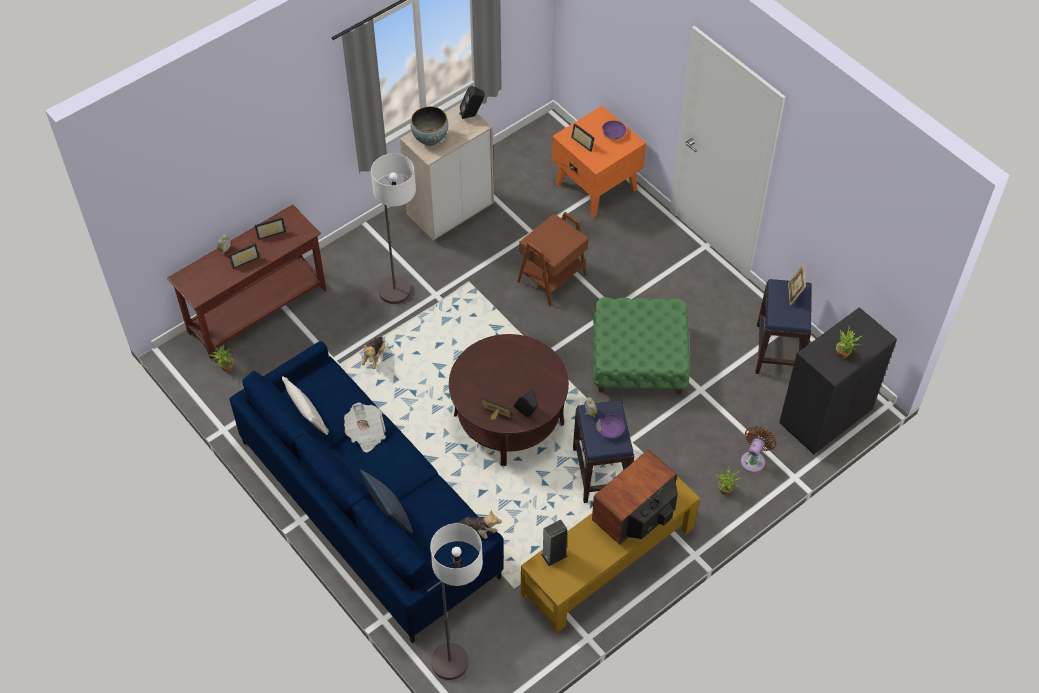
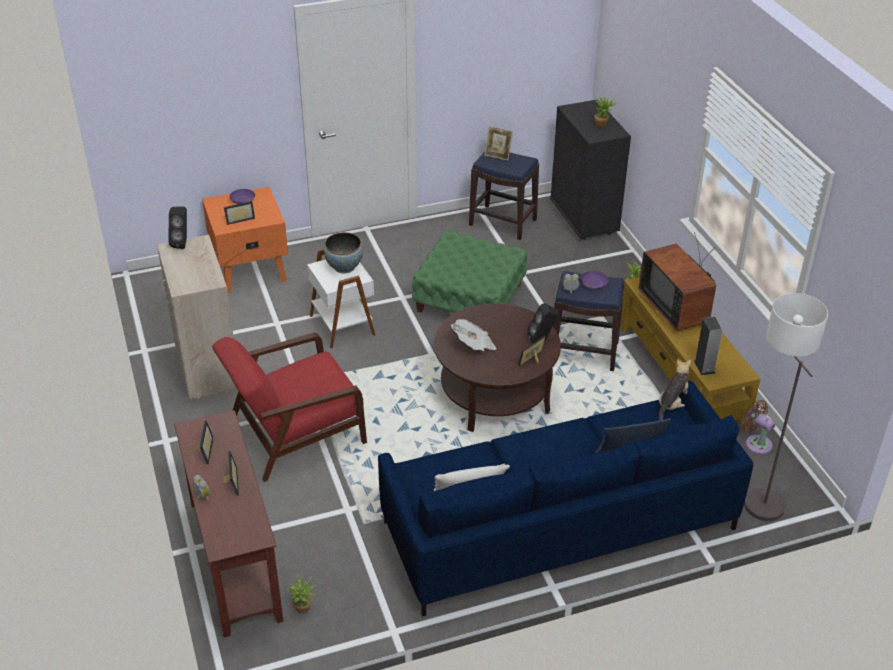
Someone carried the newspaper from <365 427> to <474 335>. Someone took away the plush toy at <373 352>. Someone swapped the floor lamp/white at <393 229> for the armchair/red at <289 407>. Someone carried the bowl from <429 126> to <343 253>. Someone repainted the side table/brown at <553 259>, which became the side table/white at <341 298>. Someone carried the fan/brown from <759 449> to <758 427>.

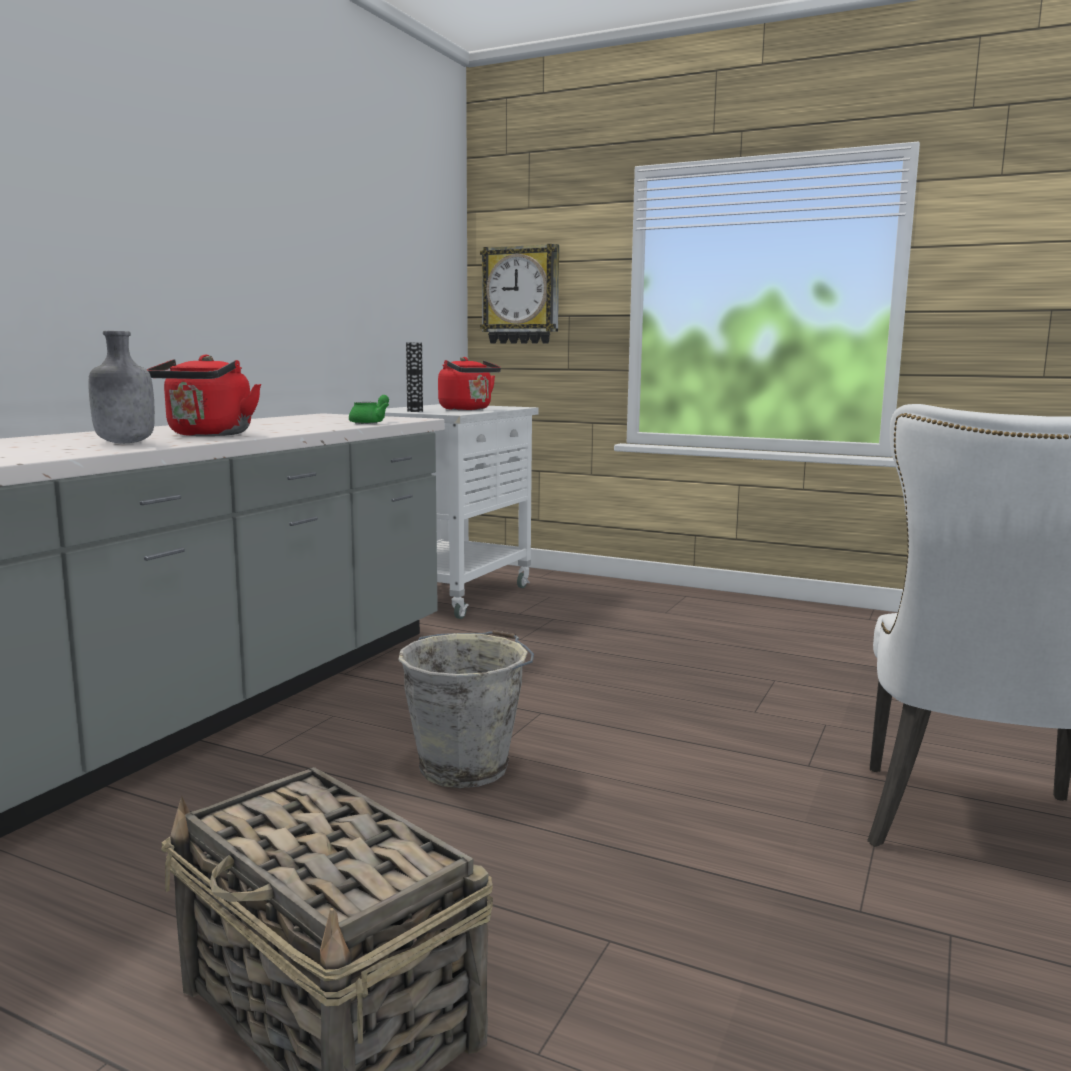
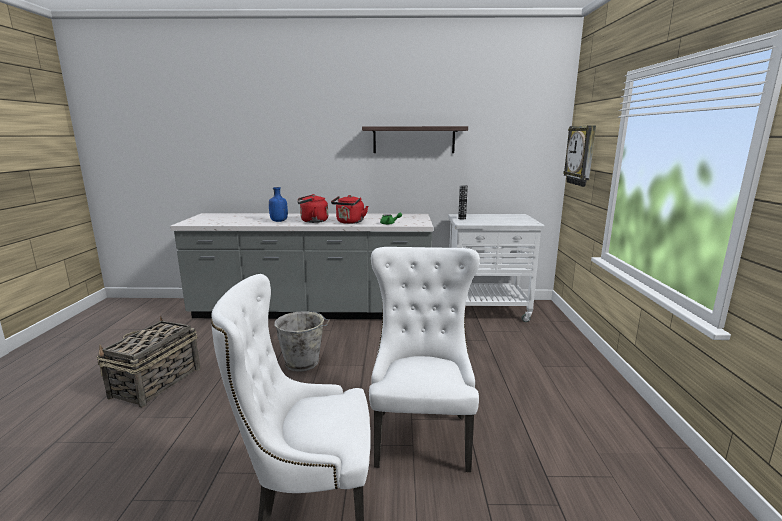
Someone repainted the bottle/grey at <121 387>, which became the bottle/blue at <278 204>. Someone carried the kettle/red from <469 383> to <349 209>. Someone put up the shelf at <415 139>. Someone put down the chair/white at <424 359>.

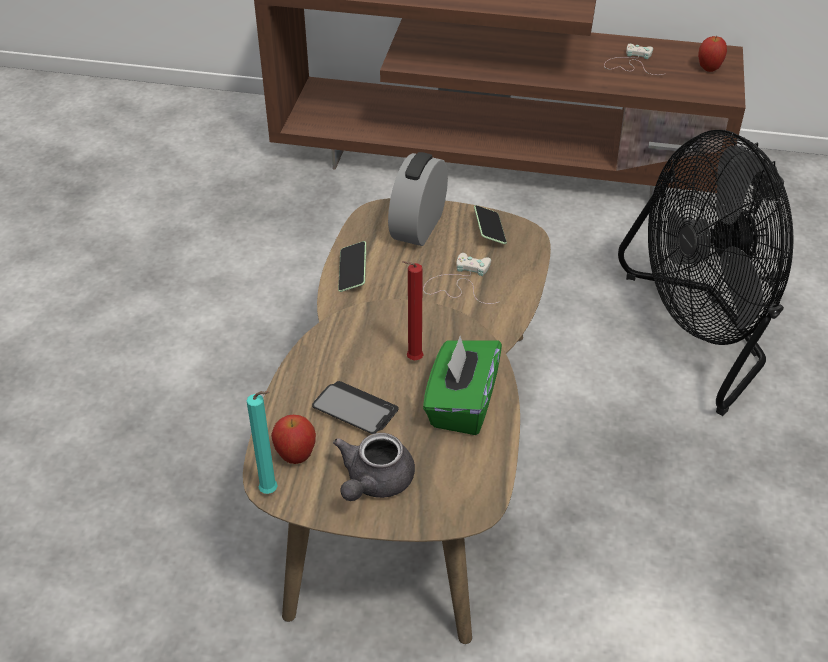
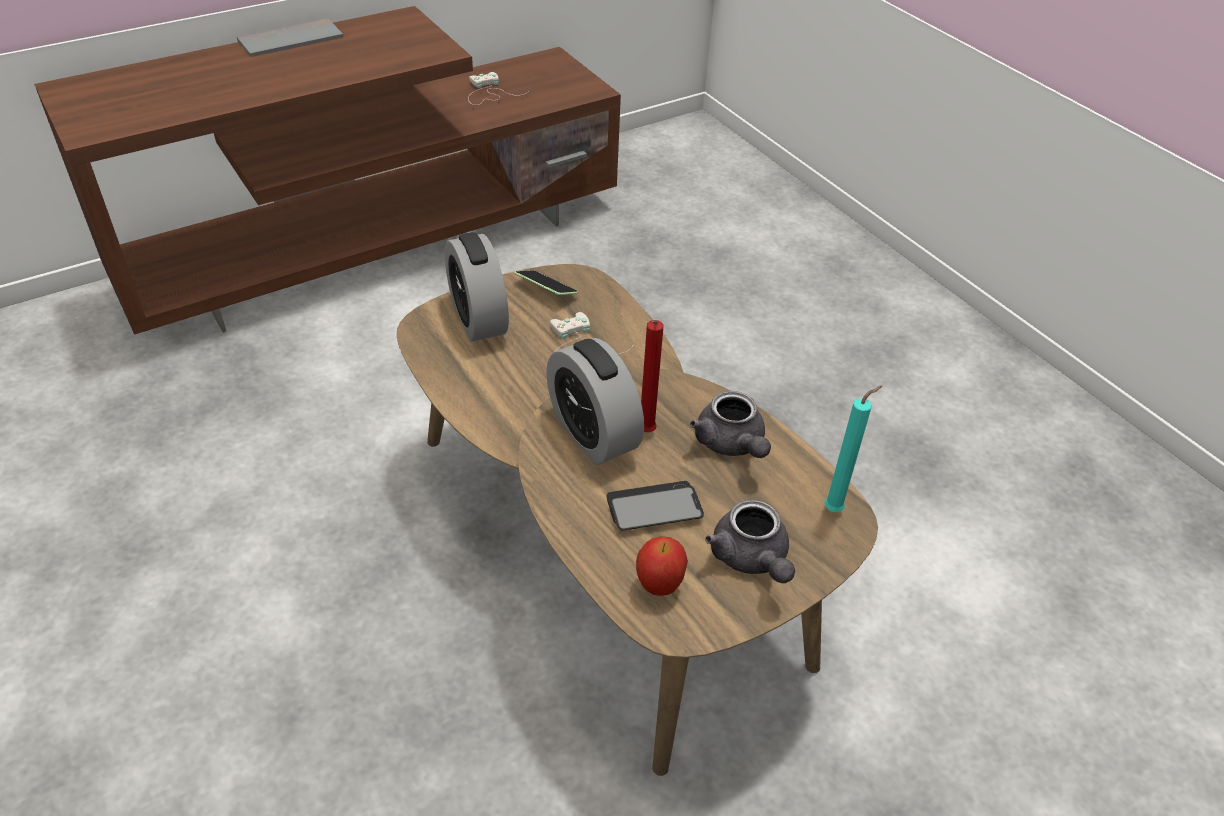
Someone carried the candle/turquoise from <262 442> to <853 449>. Someone took away the phone at <352 266>. Someone swapped the tissue box/green at <462 385> for the teapot/grey at <730 424>. Someone took away the fan/black at <705 273>. Someone took away the apple at <712 53>. Someone put down the alarm clock at <595 401>.

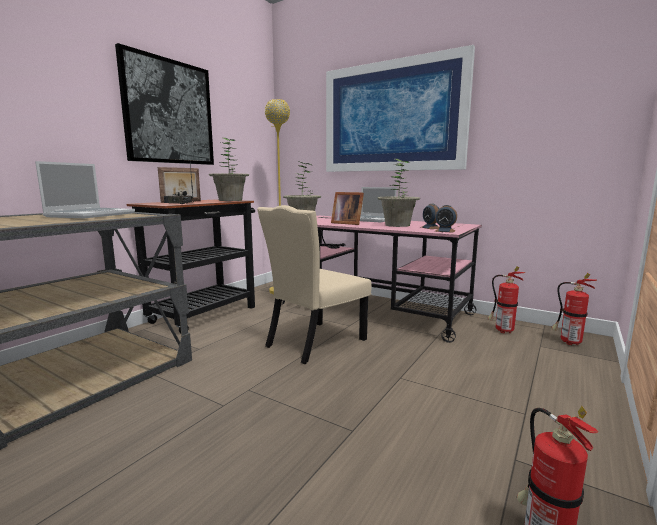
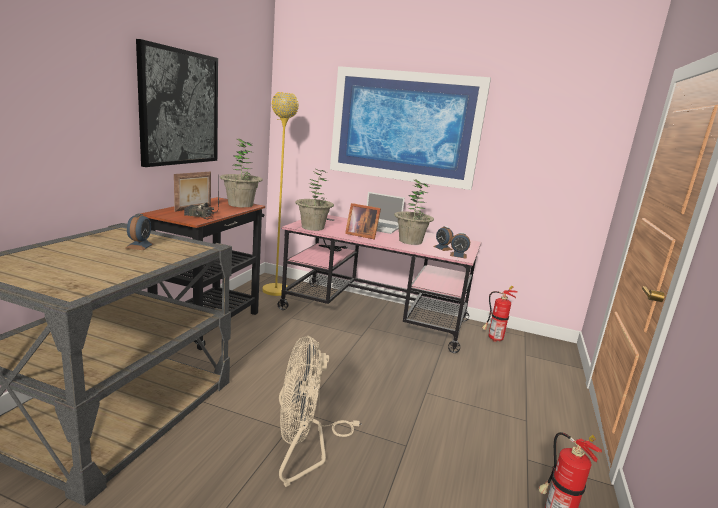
Someone swapped the laptop at <85 189> for the alarm clock at <140 232>. Someone took away the chair/beige at <314 284>. Someone took away the fire extinguisher at <574 309>. Someone put down the fan/beige at <320 411>.

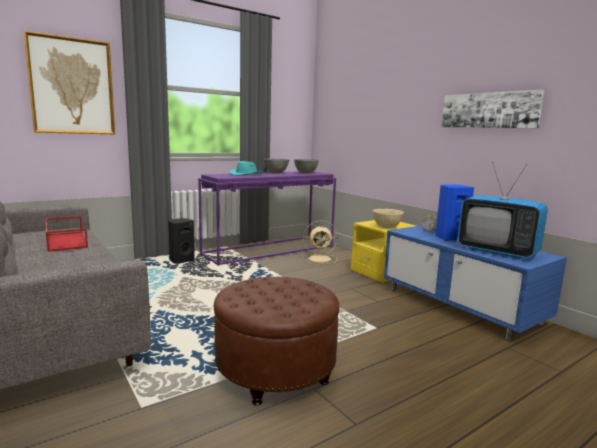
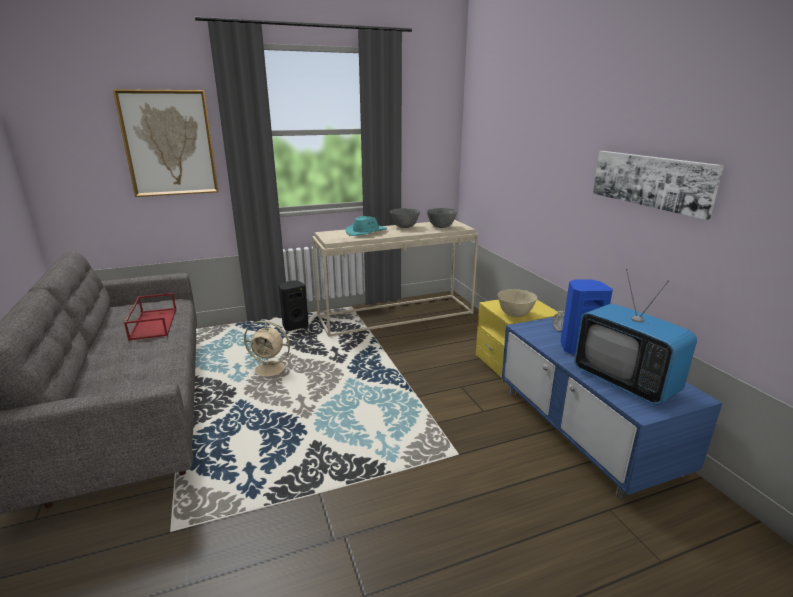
Someone repainted the console table/purple at <267 218>, which became the console table/beige at <395 278>. Someone took away the ottoman/brown at <276 341>. Someone carried the fan/beige from <319 242> to <267 349>.

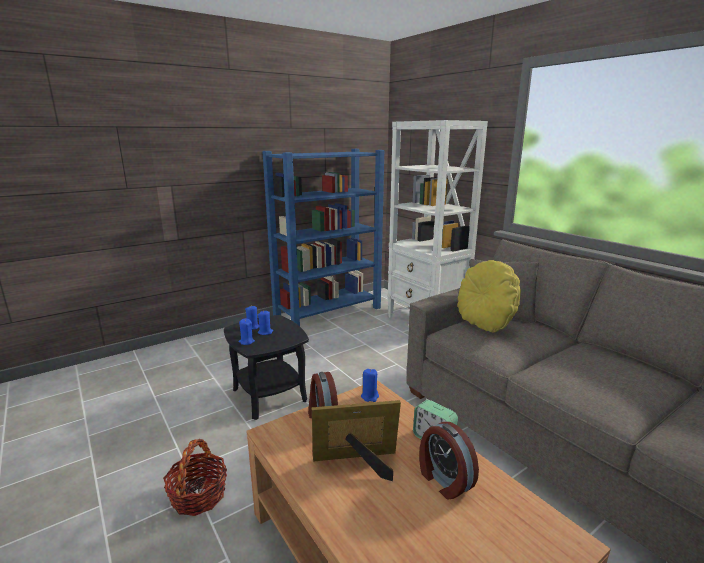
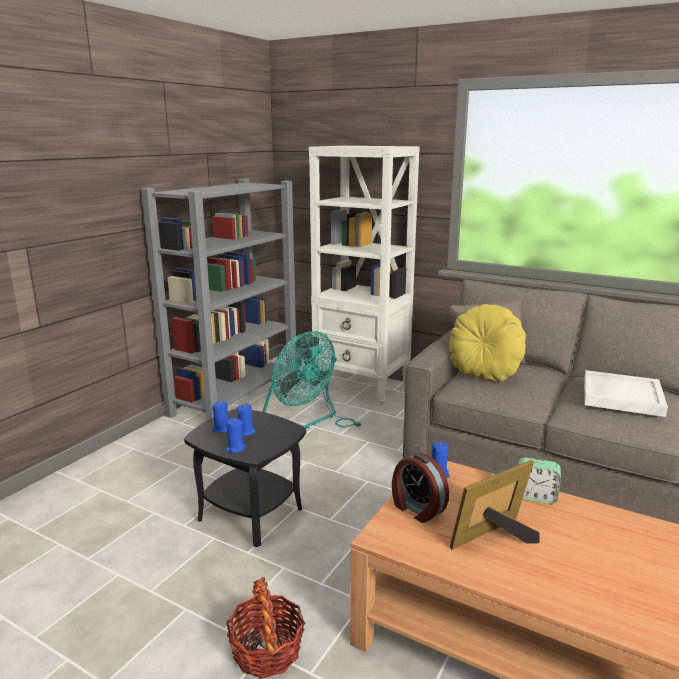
Someone repainted the bookcase/blue at <323 237>, which became the bookcase/grey at <219 299>. Someone took away the alarm clock at <449 461>. Someone put down the fan/turquoise at <311 380>. Someone put down the tray/white at <626 393>.

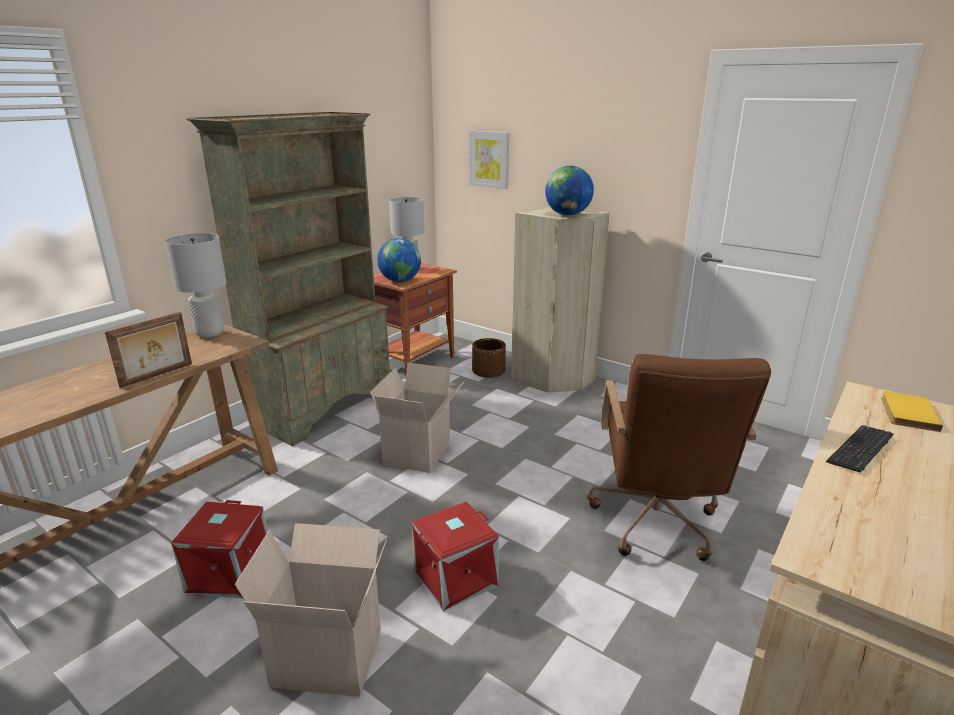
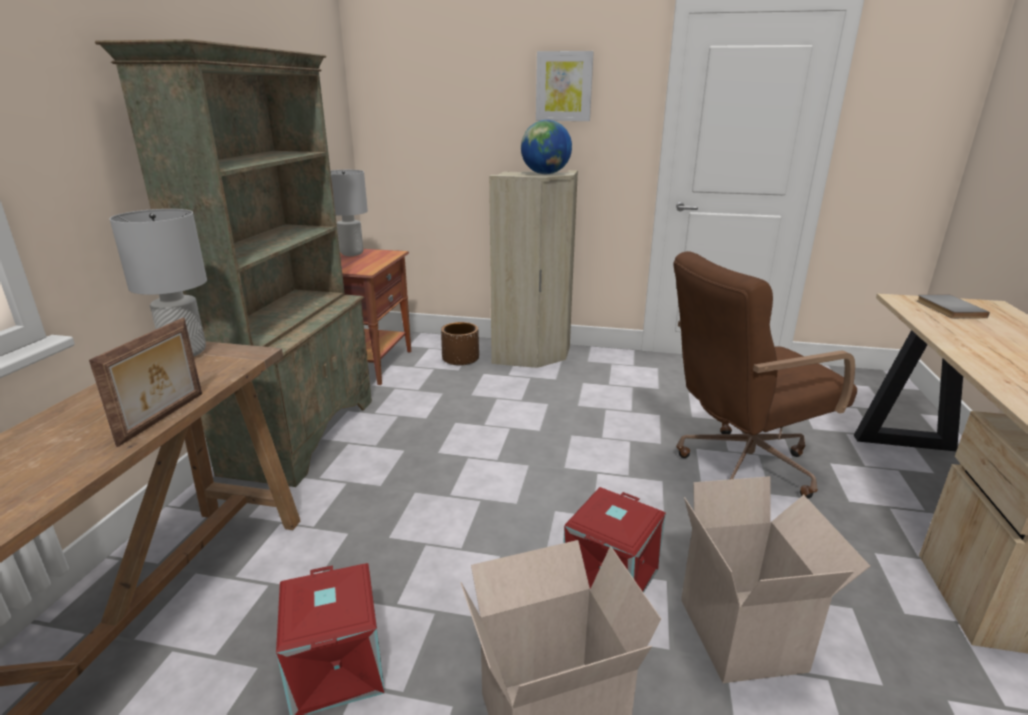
Someone carried the cardboard box from <417 417> to <776 579>. Someone took away the globe at <399 260>. Someone carried the picture from <489 159> to <565 86>. Someone rotated the office chair/brown at <679 457> by 90 degrees clockwise. Someone took away the keyboard at <860 448>. Someone repainted the book/yellow at <912 411>, which became the book/grey at <953 307>.

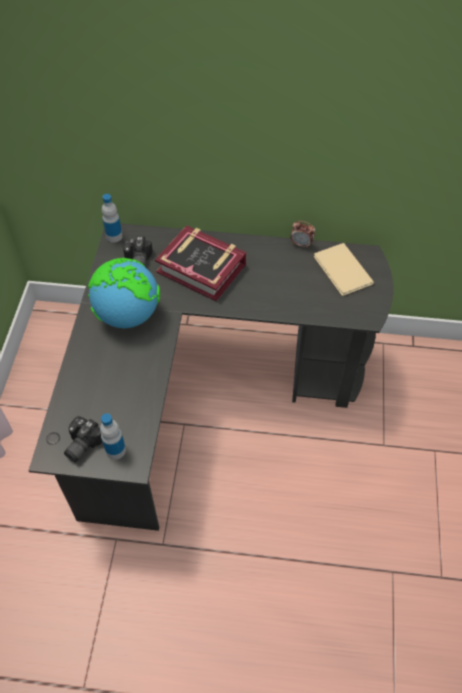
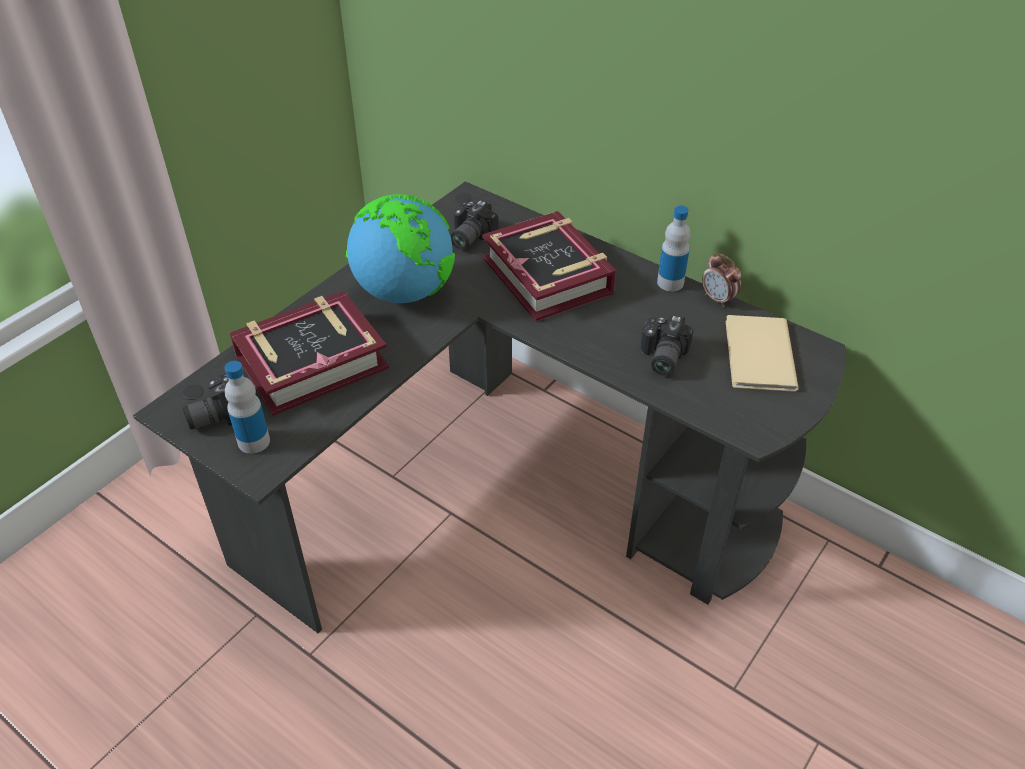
Someone carried the bottle from <112 218> to <673 248>. Someone put down the book at <309 353>. Someone put down the photo camera at <667 345>.

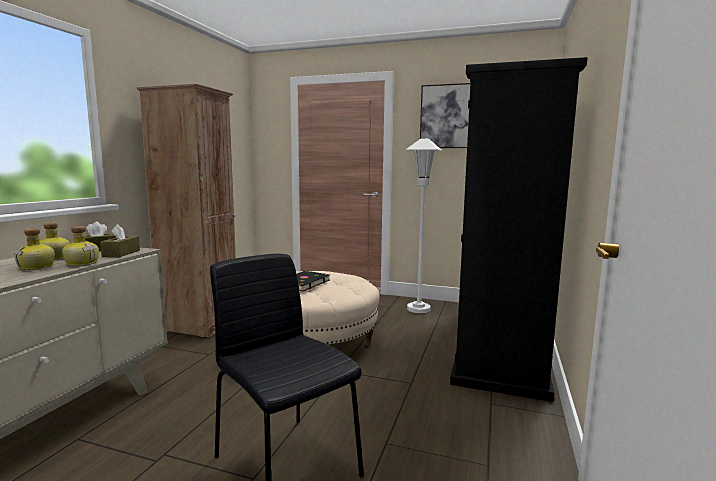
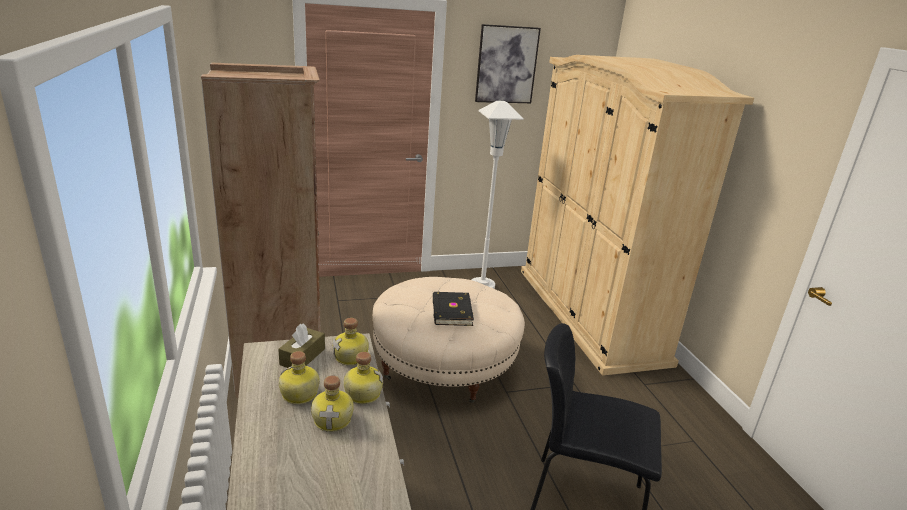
Someone swapped the tissue box/brown at <120 240> for the bottle at <350 342>. Someone repainted the wardrobe/black at <519 229>, which became the wardrobe/beige at <637 215>.

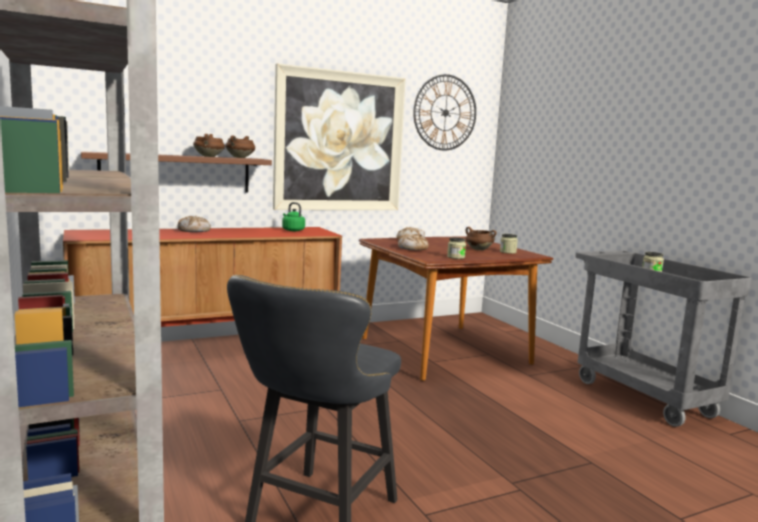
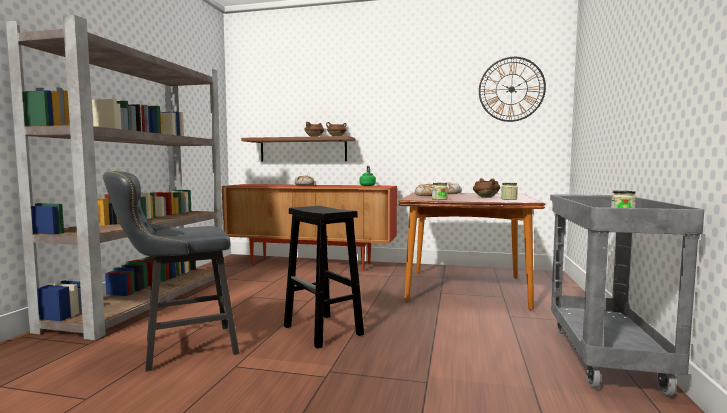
Someone took away the picture at <339 137>. Someone put down the stool/black at <324 277>.

